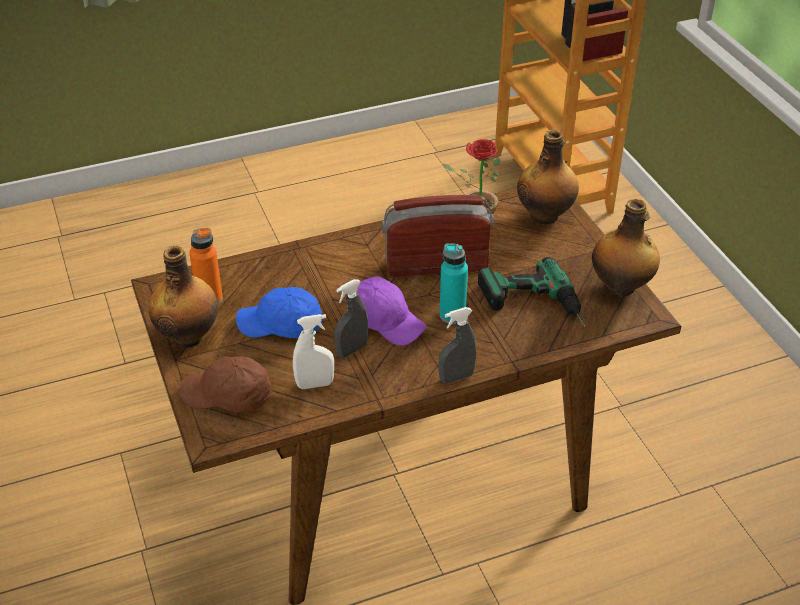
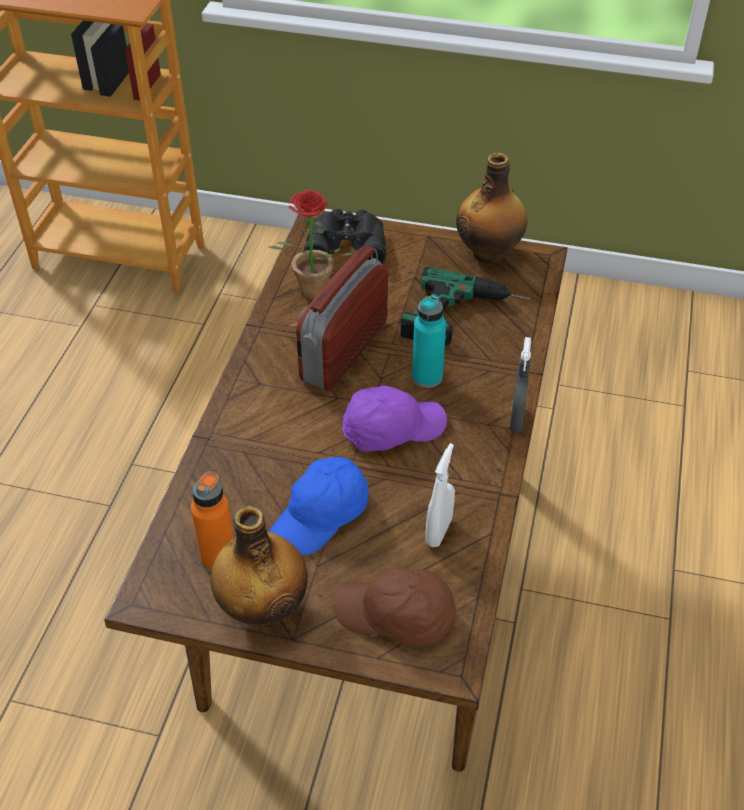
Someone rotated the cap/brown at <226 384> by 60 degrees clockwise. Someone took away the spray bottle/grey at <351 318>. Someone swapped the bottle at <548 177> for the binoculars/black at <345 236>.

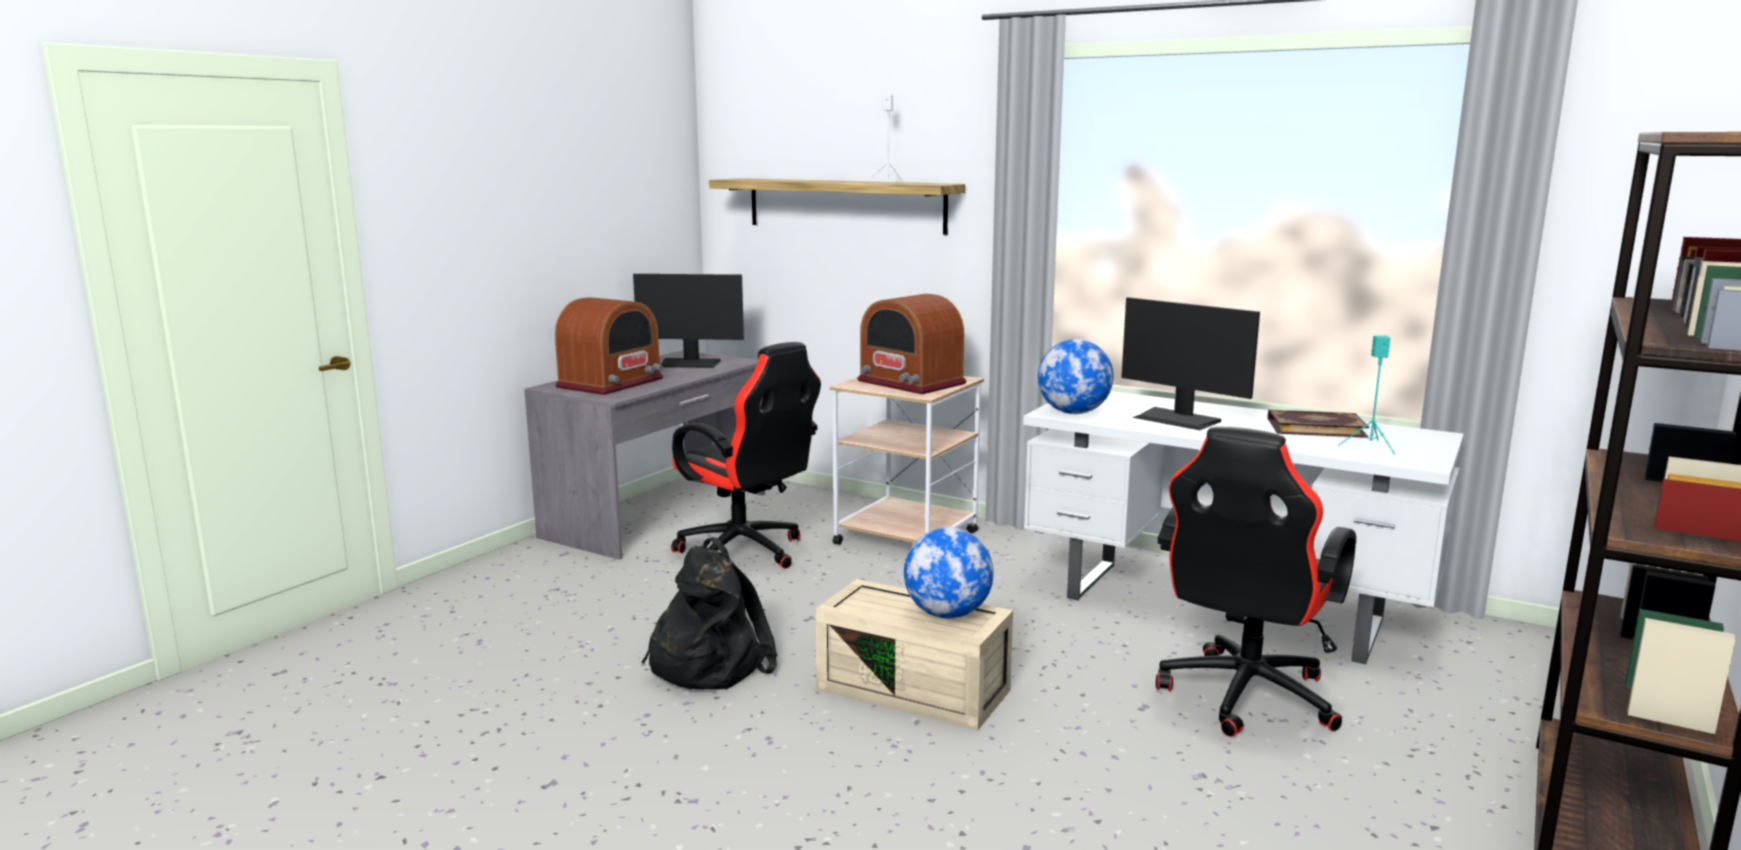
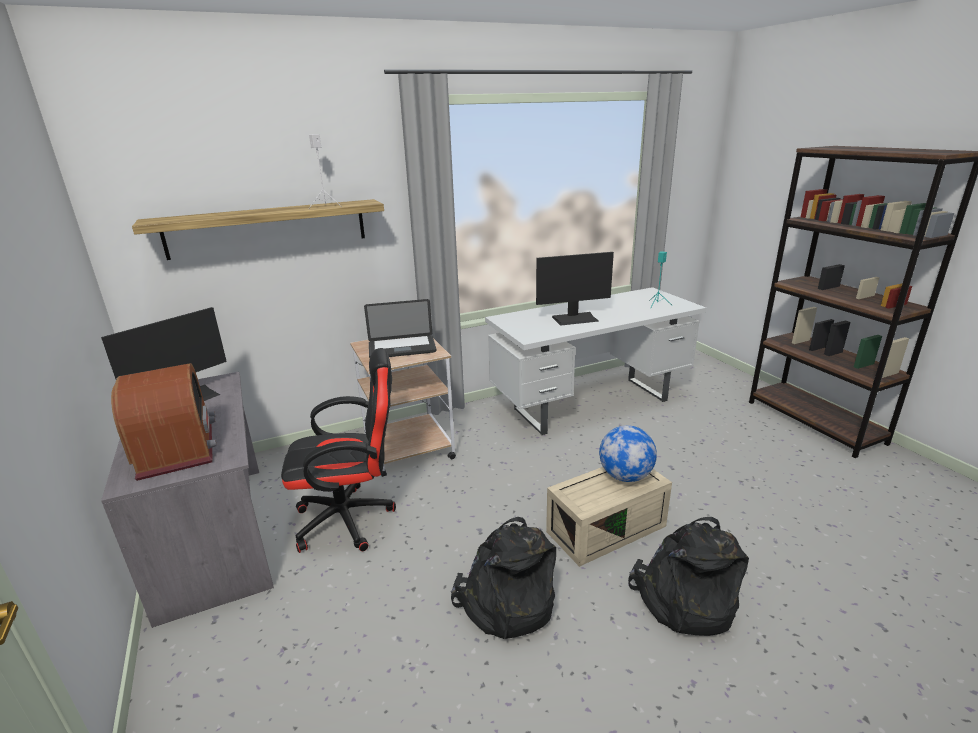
Someone swapped the radio at <911 344> for the laptop at <400 328>. Someone took away the globe at <1076 376>. Someone took away the office chair/black at <1256 581>. Someone took away the book at <1318 424>. Someone put down the backpack/black at <688 576>.

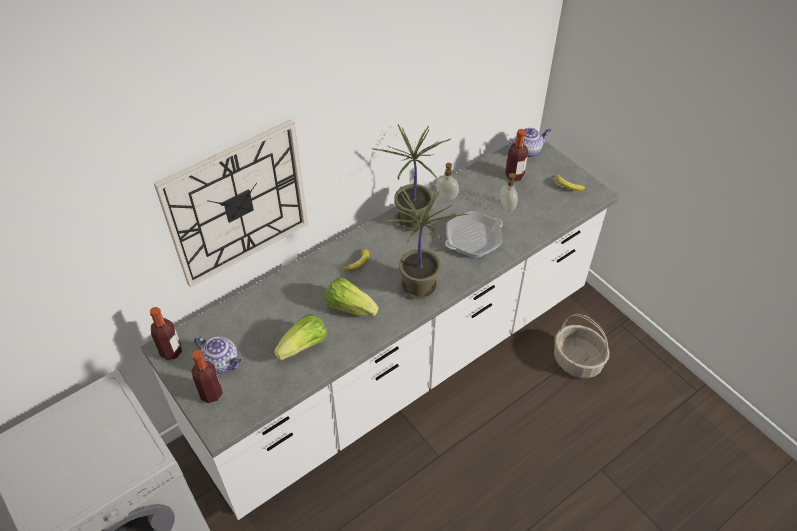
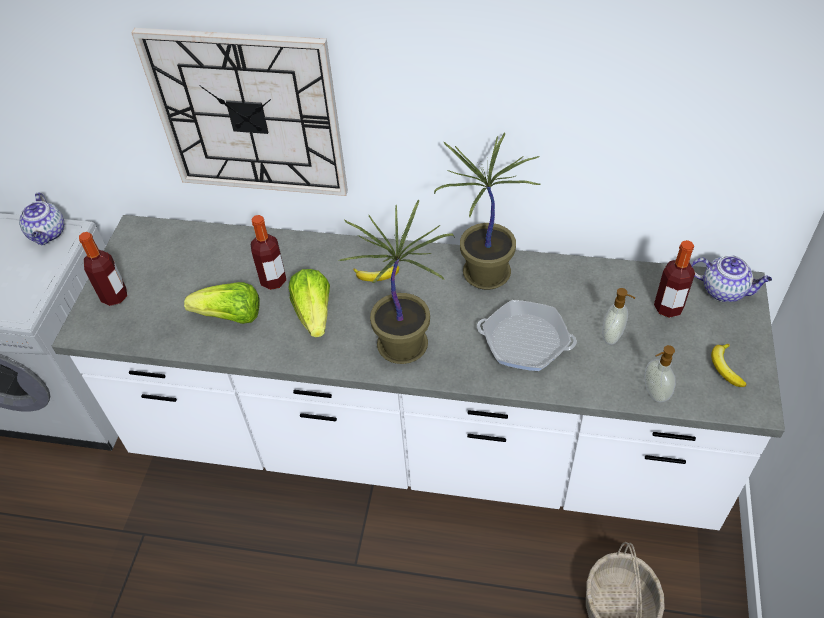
Someone carried the bottle from <166 333> to <269 252>. Someone carried the teapot from <218 354> to <41 219>. Someone carried the soap dispenser from <447 181> to <660 373>.

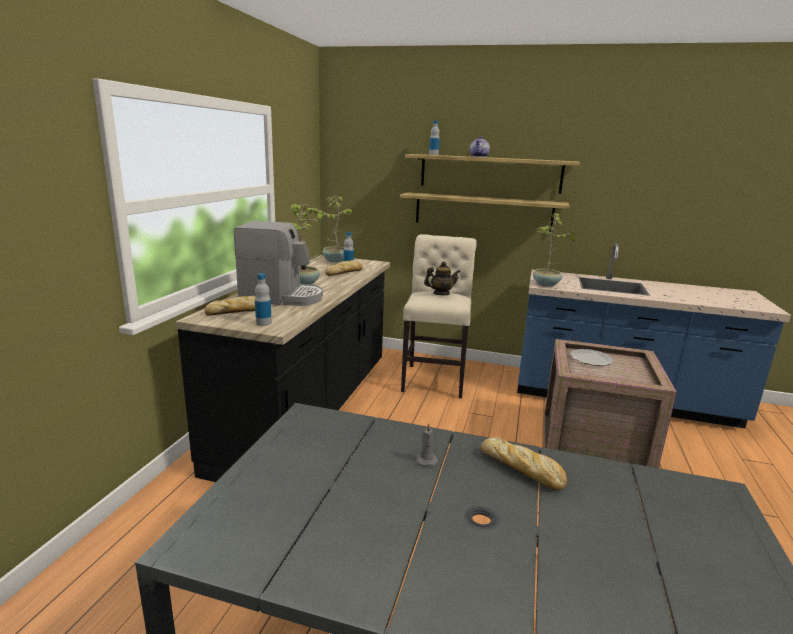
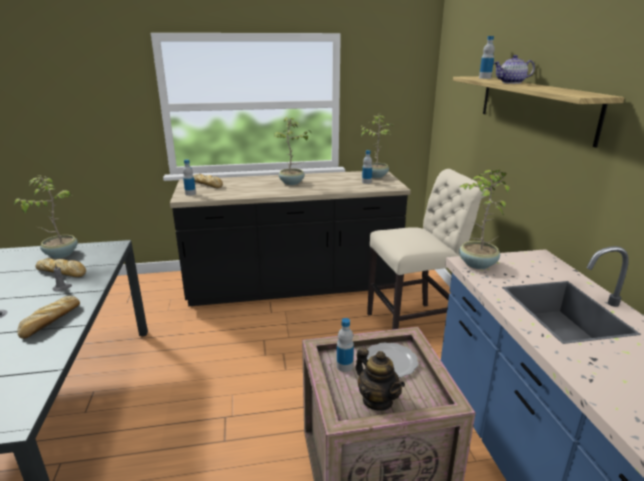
Someone took away the coffee machine at <278 263>. Someone carried the bread from <344 268> to <61 267>. Someone took away the shelf at <484 212>. Someone carried the teapot from <442 278> to <380 379>. Someone put down the potted plant at <46 216>. Someone put down the bottle at <345 345>.

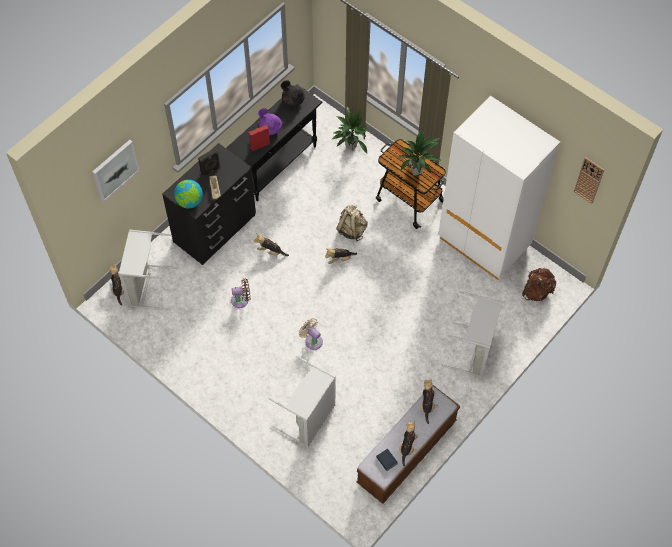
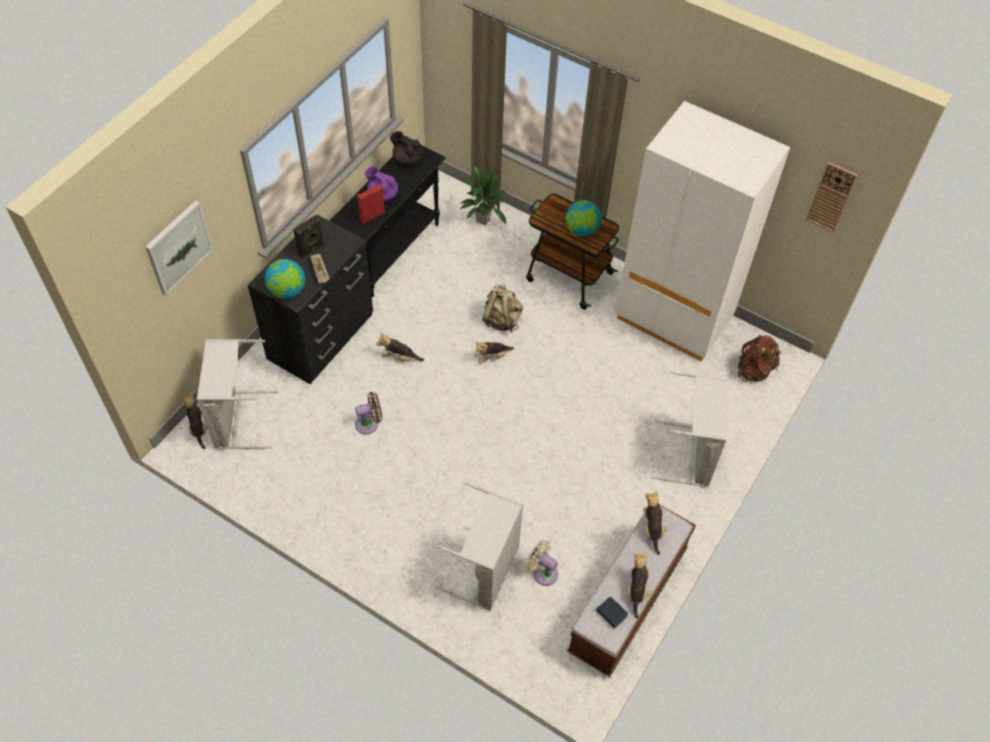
Someone carried the fan/beige from <311 334> to <542 563>. Someone swapped the potted plant at <420 153> for the globe at <583 218>.

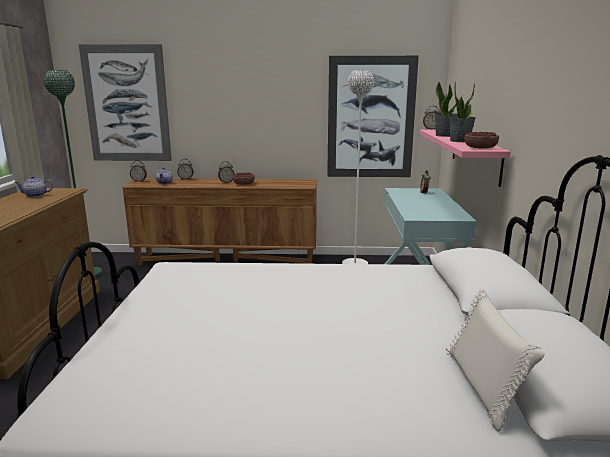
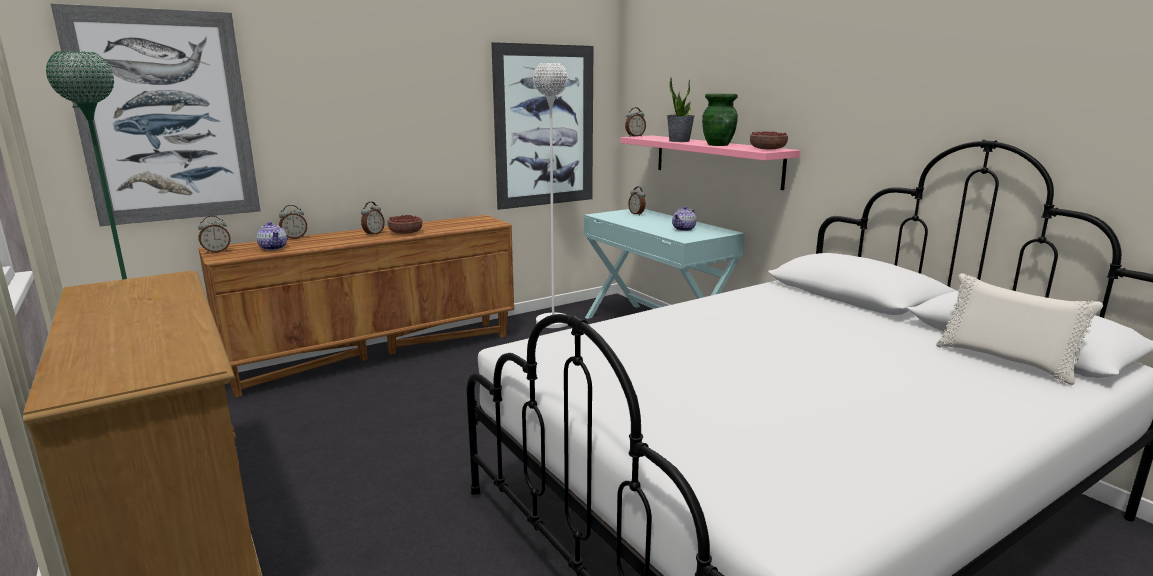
Someone carried the teapot from <34 186> to <684 218>. Someone swapped the potted plant at <462 112> for the vase/green at <720 120>.

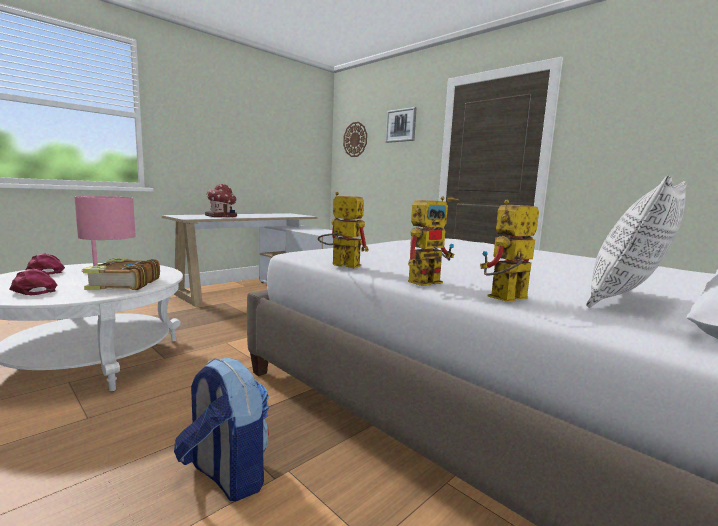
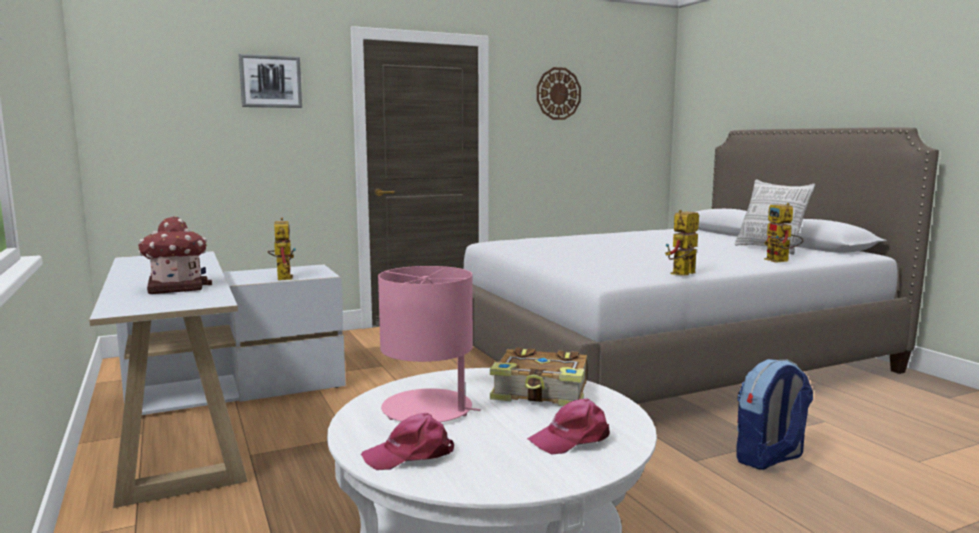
Someone carried the wall clock from <355 139> to <559 93>. Someone carried the toy robot from <431 241> to <282 249>.

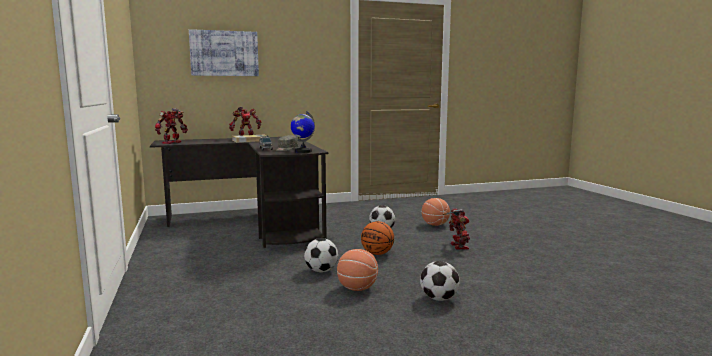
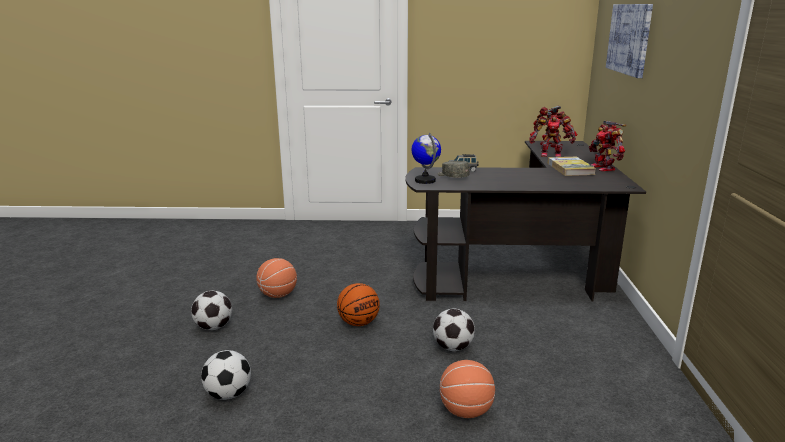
Someone carried the football from <321 255> to <226 375>. Someone carried the toy robot from <456 228> to <553 134>.

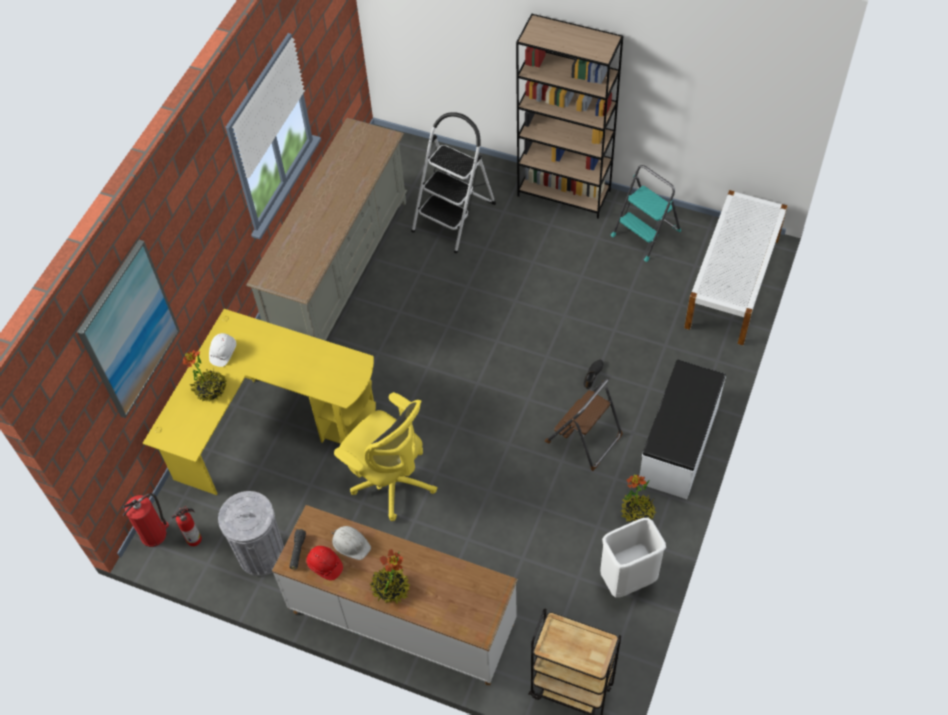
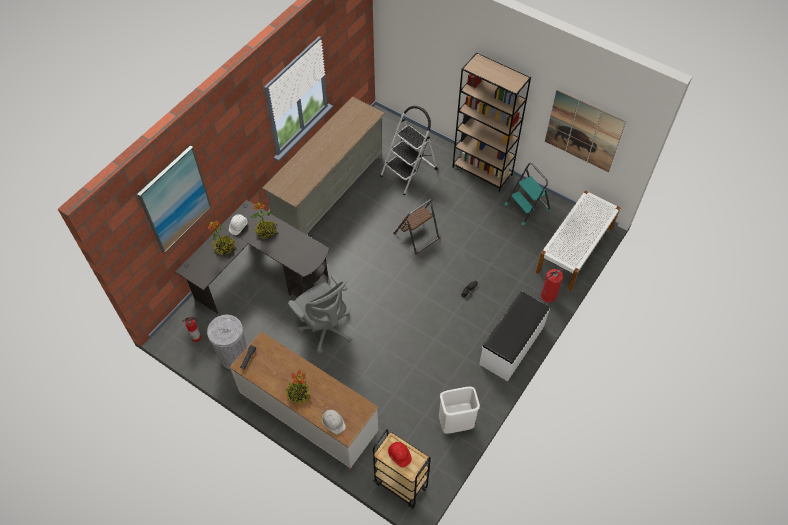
Someone carried the fire extinguisher from <145 520> to <553 286>. Someone repainted the desk/yellow at <259 402>, which became the desk/black at <252 257>. Someone carried the hard hat/red from <324 563> to <400 455>. Someone carried the hard hat/white from <351 543> to <334 422>. Someone repainted the office chair/yellow at <385 456>, which became the office chair/grey at <320 313>. Someone carried the step ladder/brown from <584 424> to <416 227>. Someone carried the potted plant from <638 498> to <264 220>. Someone put up the picture at <585 131>.

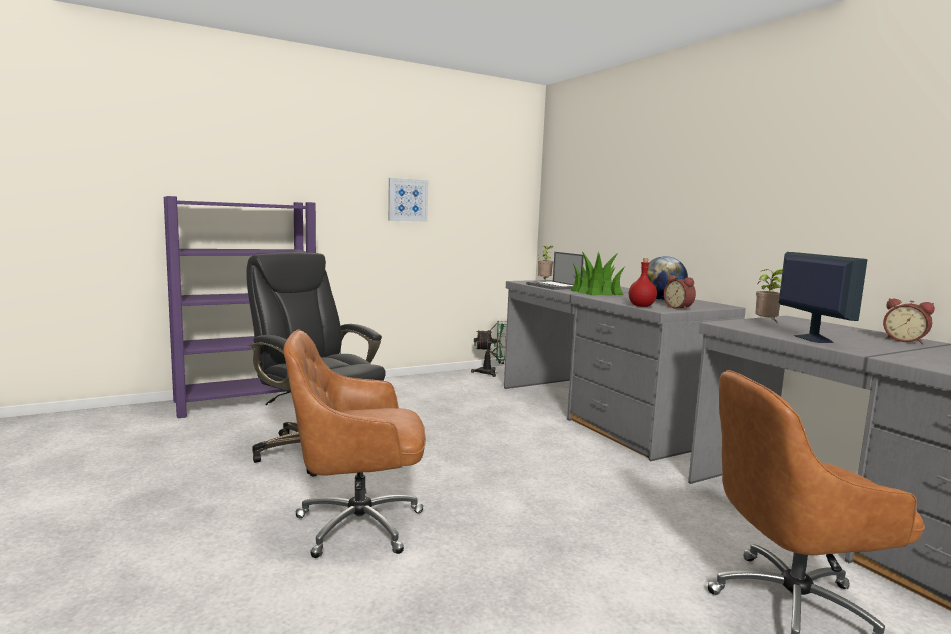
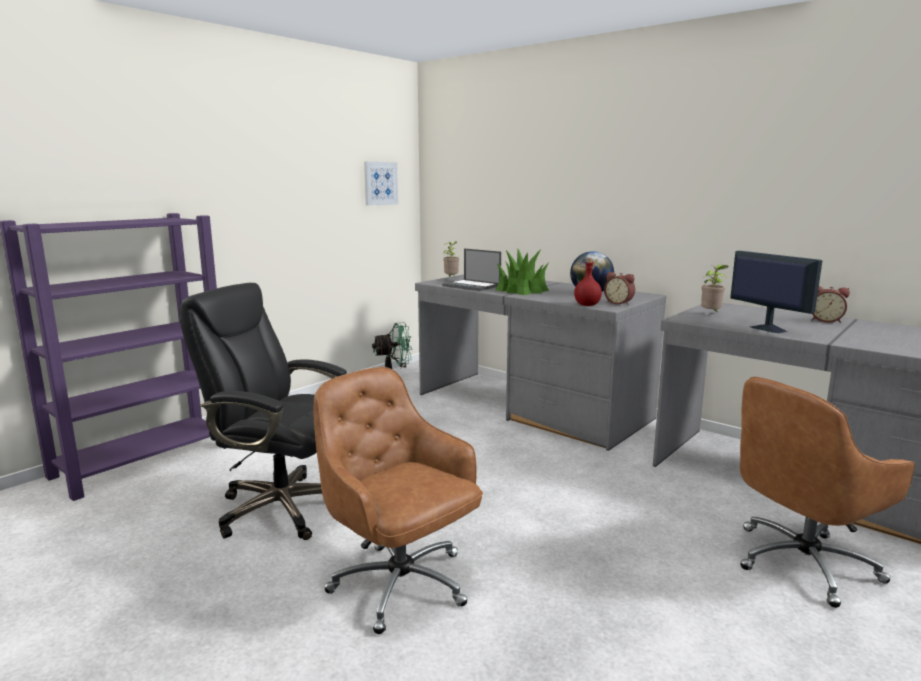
Someone rotated the office chair/brown at <354 444> by 75 degrees clockwise. Someone carried the picture from <408 200> to <381 184>.

